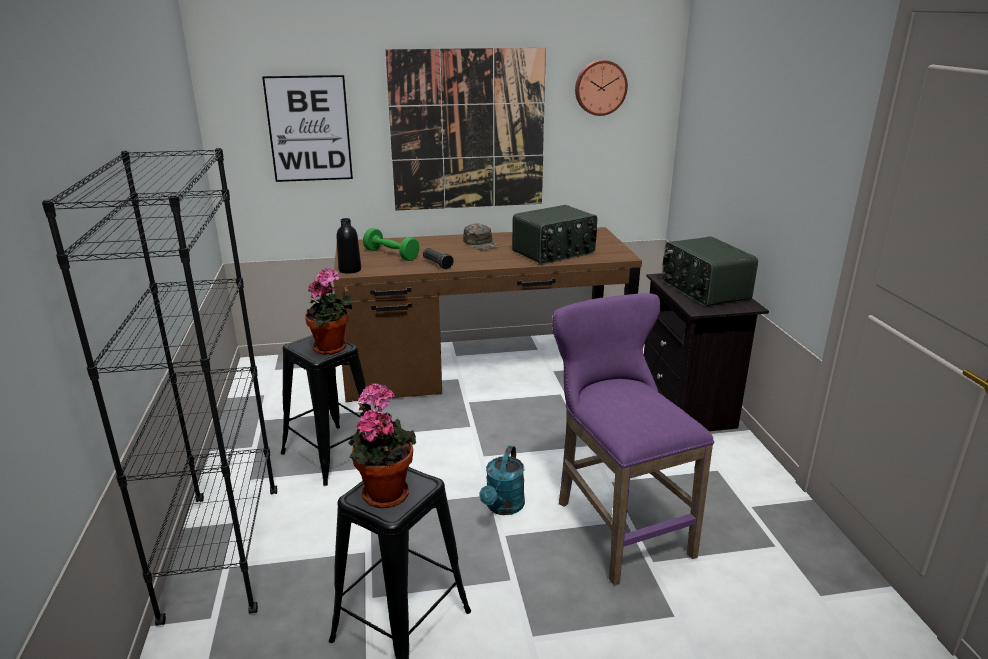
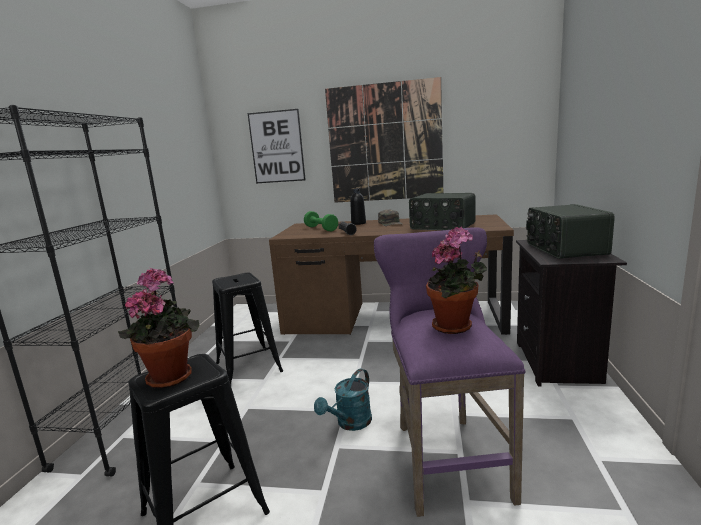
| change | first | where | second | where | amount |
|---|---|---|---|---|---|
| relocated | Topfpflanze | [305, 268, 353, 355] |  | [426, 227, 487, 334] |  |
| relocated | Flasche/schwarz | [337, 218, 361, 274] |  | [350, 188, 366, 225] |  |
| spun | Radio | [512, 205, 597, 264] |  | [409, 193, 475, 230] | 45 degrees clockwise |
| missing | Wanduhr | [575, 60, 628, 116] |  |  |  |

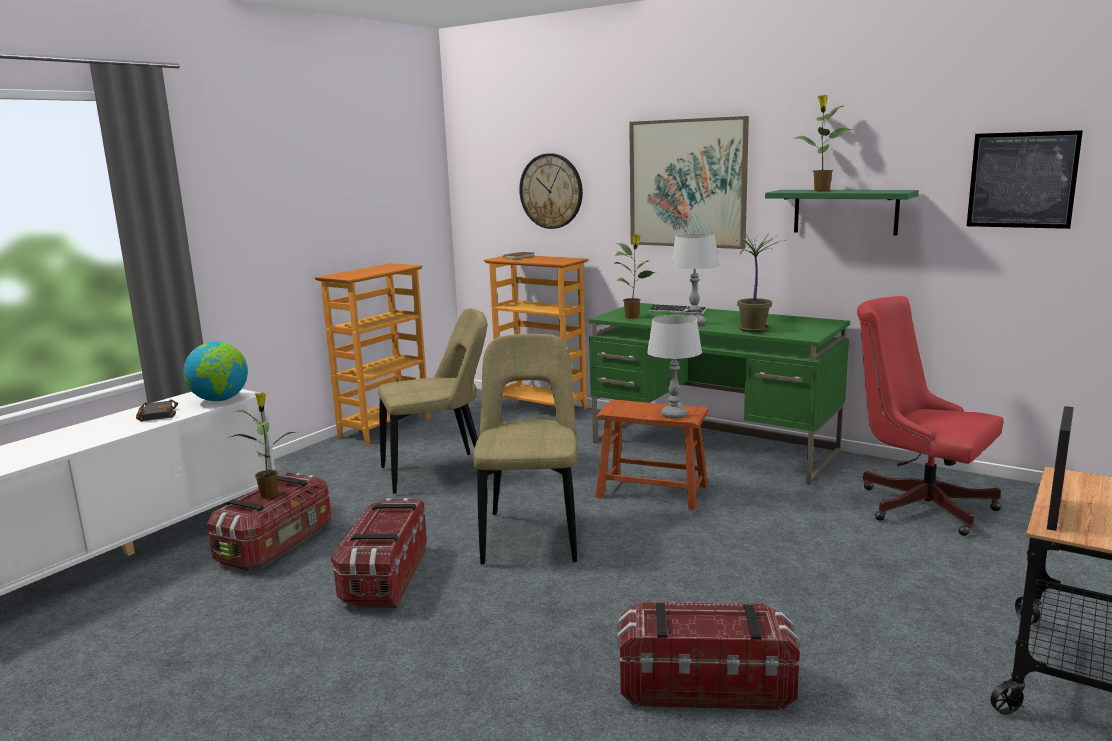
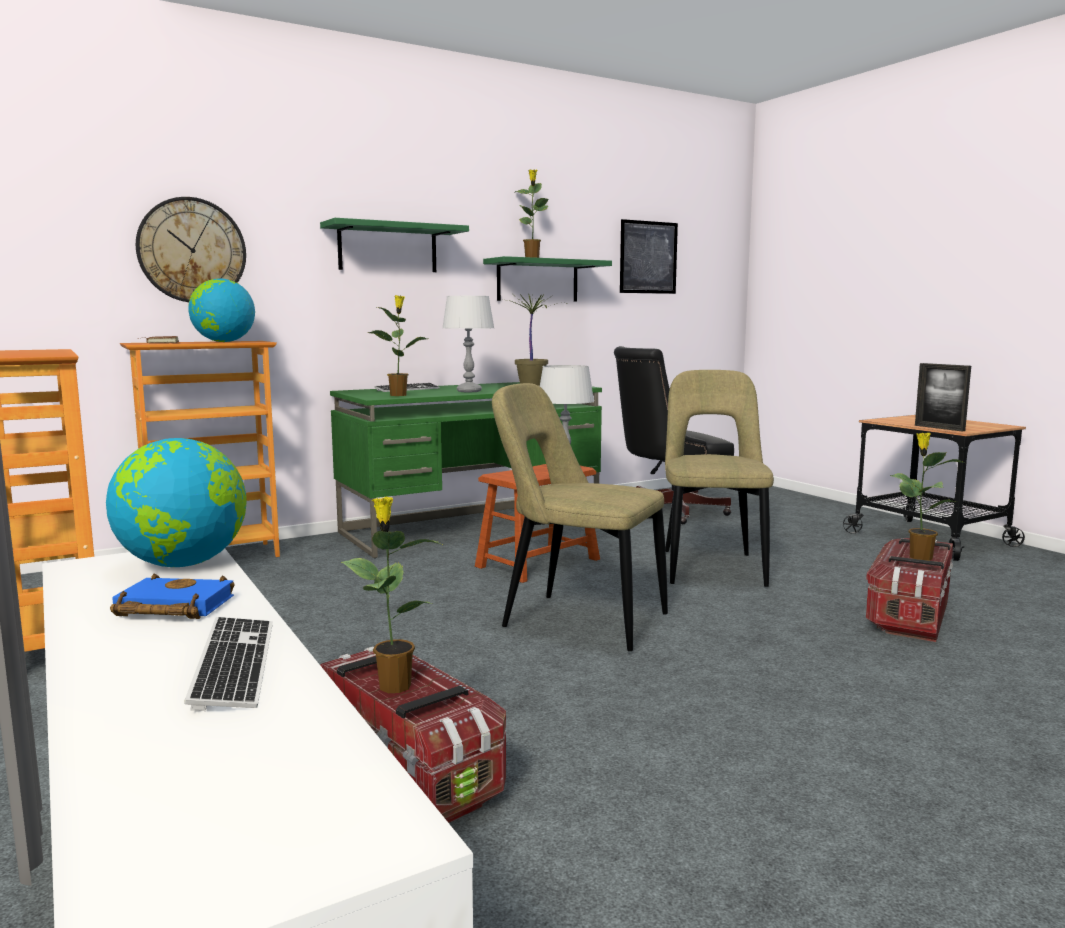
| change | first | where | second | where | amount |
|---|---|---|---|---|---|
| colour | Buch/schwarz | [136, 399, 178, 422] | Buch/blau | [110, 573, 235, 619] |  |
| missing | Aufbewahrungsbox | [331, 498, 427, 608] |  |  |  |
| relocated | Stuhl/beige | [378, 308, 488, 494] |  | [665, 370, 774, 587] |  |
| exchanged | Bild | [629, 116, 749, 249] | Wandregal/grün | [320, 218, 469, 272] |  |
| colour | Bürostuhl/rot | [857, 296, 1004, 536] | Bürostuhl/schwarz | [614, 346, 734, 524] |  |
| appeared |  |  | Tastatur | [184, 617, 273, 711] |  |
| appeared |  |  | Globus | [188, 279, 255, 342] |  |
| appeared |  |  | Topfpflanze | [890, 433, 964, 561] |  |

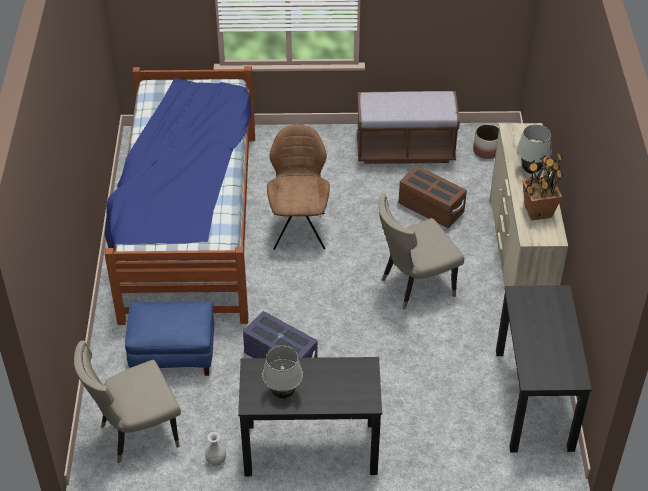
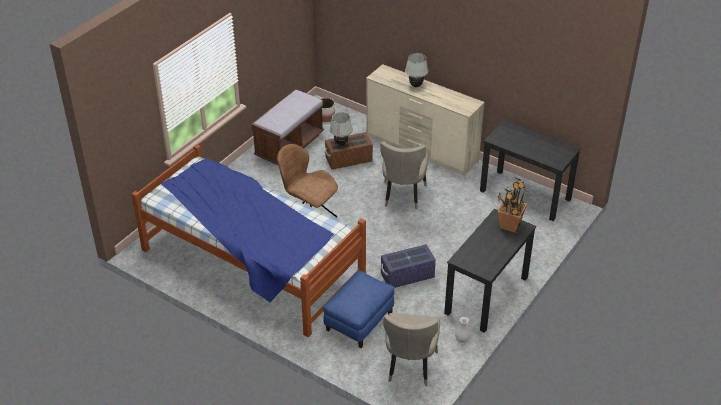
| change | first | where | second | where | amount |
|---|---|---|---|---|---|
| relocated | Tischlampe/weiß | [262, 346, 303, 399] |  | [330, 112, 353, 146] |  |
| relocated | Topfpflanze | [522, 153, 563, 221] |  | [497, 177, 527, 233] |  |

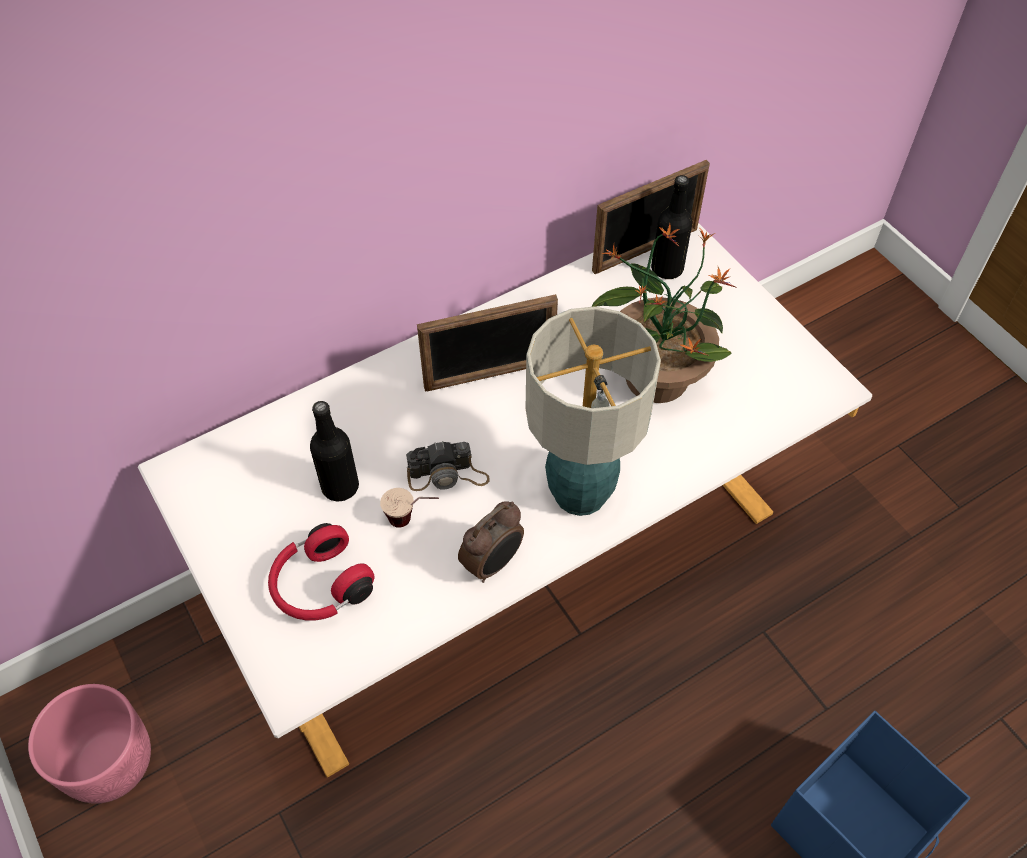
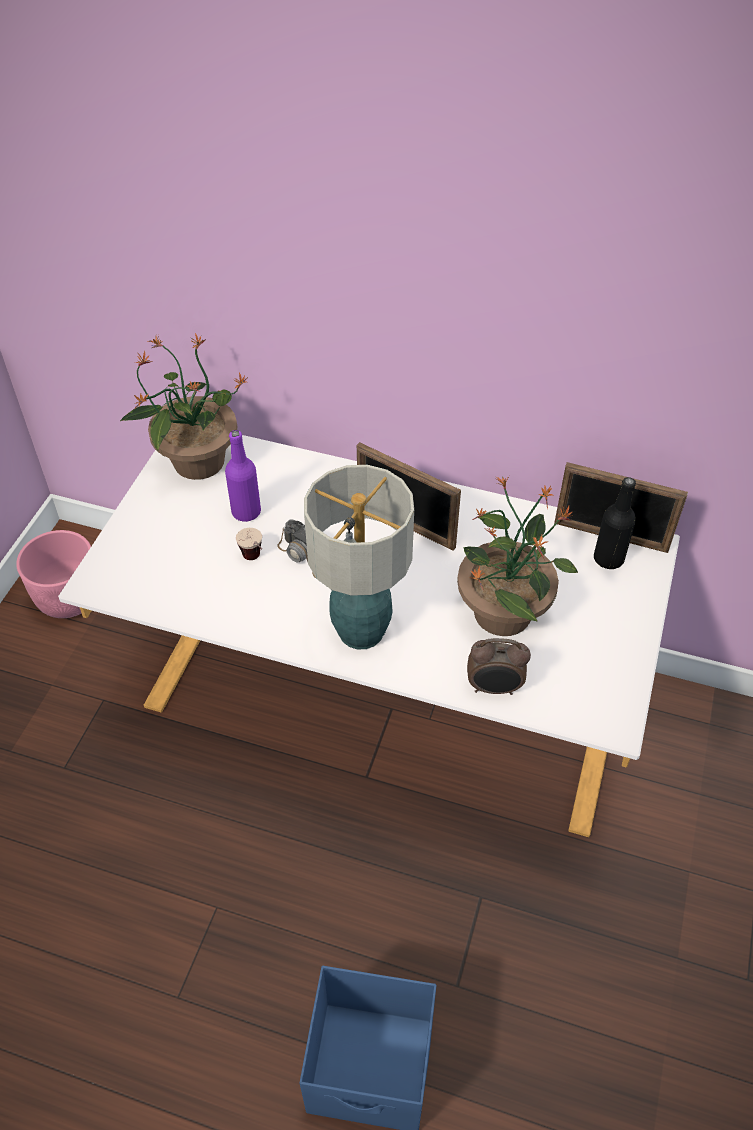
| change | first | where | second | where | amount |
|---|---|---|---|---|---|
| missing | Kopfhörer/rot | [268, 523, 374, 621] |  |  |  |
| colour | Flasche/schwarz | [310, 401, 359, 501] | Flasche/lila | [225, 430, 261, 522] |  |
| relocated | Wecker | [458, 501, 524, 583] |  | [467, 638, 531, 695] |  |
| appeared |  |  | Topfpflanze | [120, 333, 248, 480] |  |

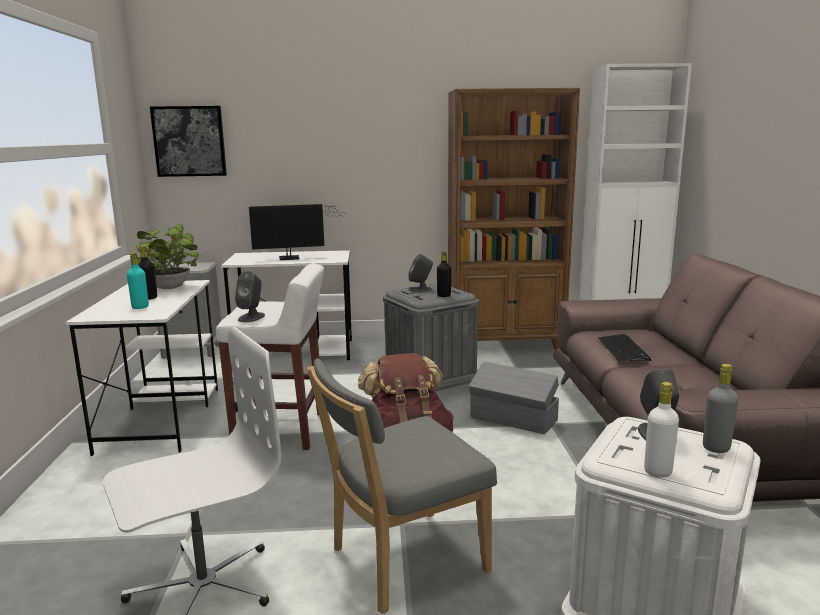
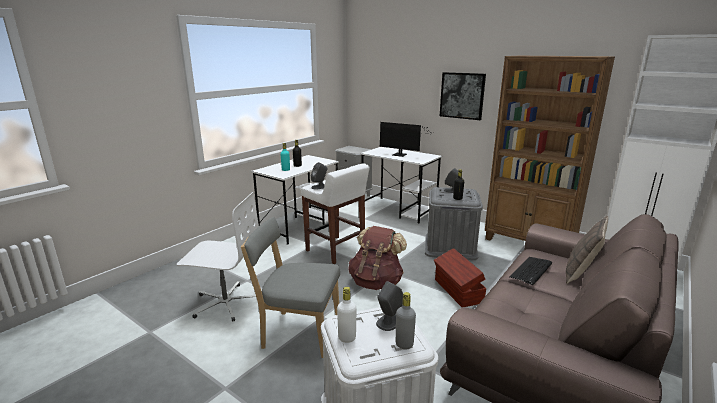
| change | first | where | second | where | amount |
|---|---|---|---|---|---|
| missing | Topfpflanze | [136, 223, 203, 289] |  |  |  |
| relocated | Bild | [150, 106, 227, 177] |  | [440, 72, 486, 120] |  |
| colour | Aufbewahrungsbox/grau | [469, 362, 559, 435] | Aufbewahrungsbox/braun | [434, 248, 486, 307] |  |
| appeared |  |  | Kissen | [566, 216, 608, 284] |  |

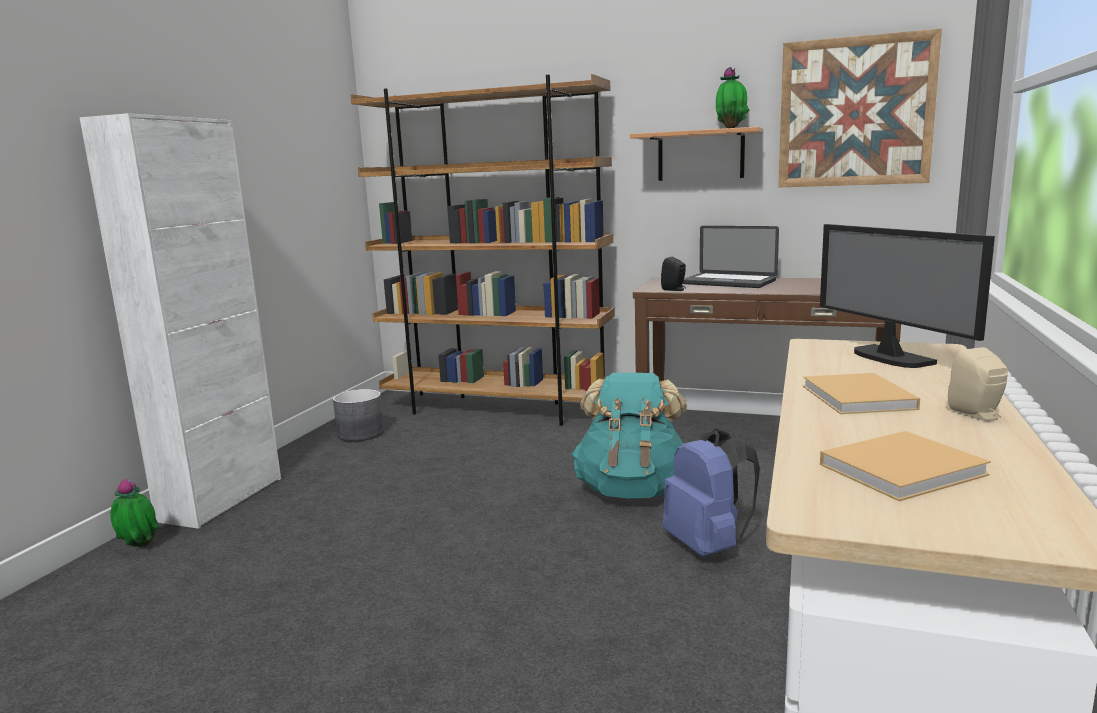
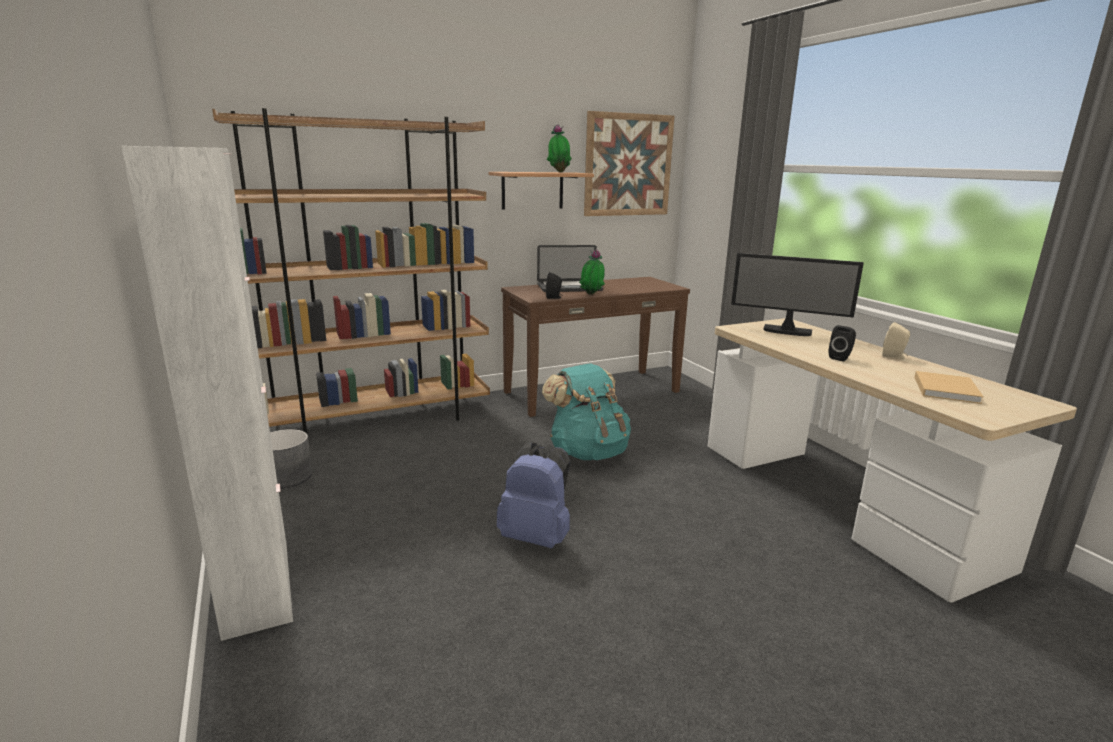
| change | first | where | second | where | amount |
|---|---|---|---|---|---|
| relocated | Topfpflanze | [110, 478, 159, 547] |  | [579, 249, 605, 295] |  |
| relocated | Rucksack/blau | [663, 428, 760, 557] |  | [497, 442, 571, 548] |  |
| exchanged | Buch/beige | [803, 373, 920, 414] | Lautsprecher/schwarz | [829, 325, 856, 362] |  |

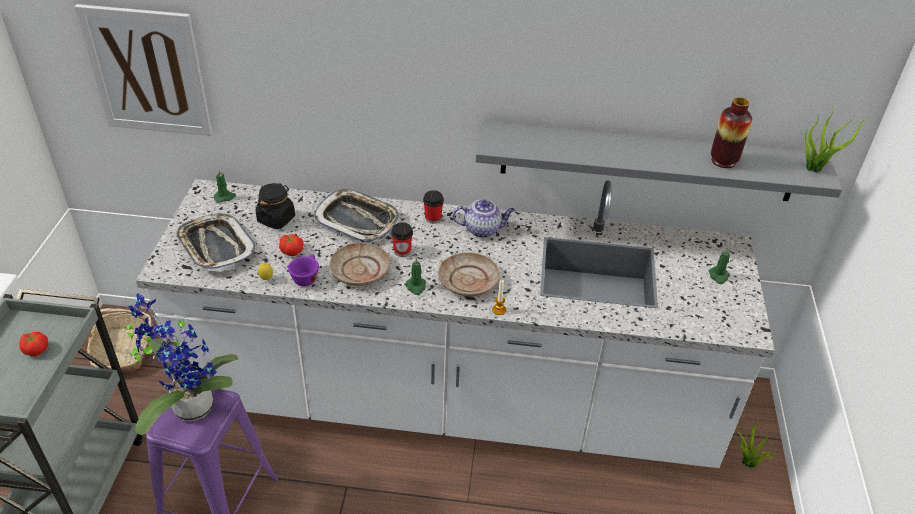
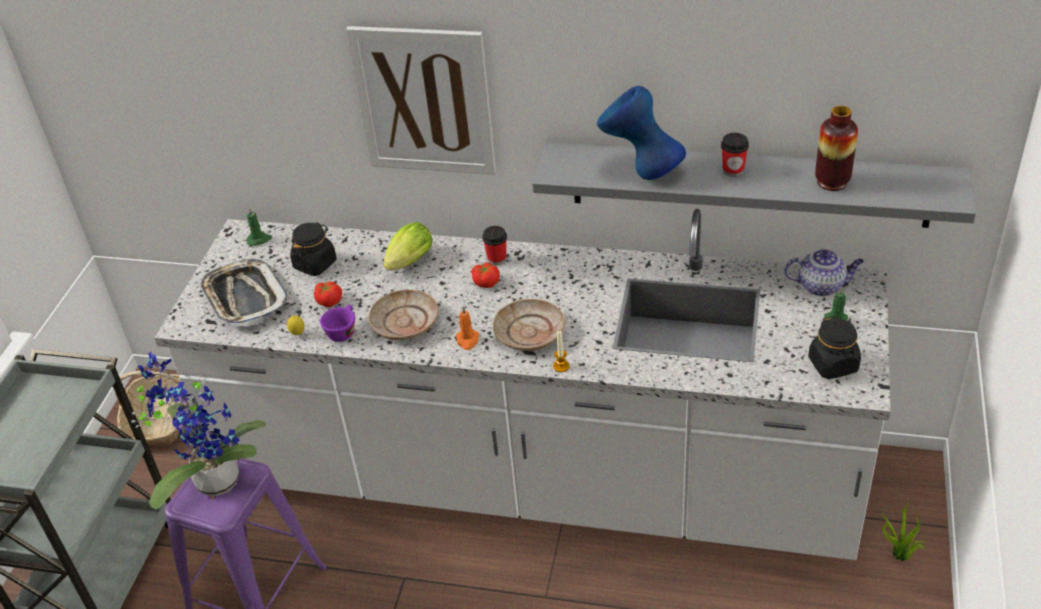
| change | first | where | second | where | amount |
|---|---|---|---|---|---|
| relocated | Tomate | [19, 332, 48, 356] |  | [472, 263, 500, 288] |  |
| relocated | Bild | [75, 4, 212, 136] |  | [346, 26, 496, 175] |  |
| exchanged | Tablett | [313, 189, 399, 243] | Salatkopf | [383, 222, 433, 271] |  |
| relocated | Tasse | [391, 222, 413, 257] |  | [721, 133, 749, 177] |  |
| colour | Kerze/grün | [406, 257, 426, 295] | Kerze/orange | [456, 306, 479, 350] |  |
| relocated | Teekanne | [452, 199, 515, 238] |  | [784, 249, 864, 296] |  |
| missing | Topfpflanze | [805, 104, 872, 173] |  |  |  |
| appeared |  |  | Vase/blau | [597, 86, 686, 180] |  |
| appeared |  |  | Vorratsglas/schwarz | [808, 316, 861, 379] |  |

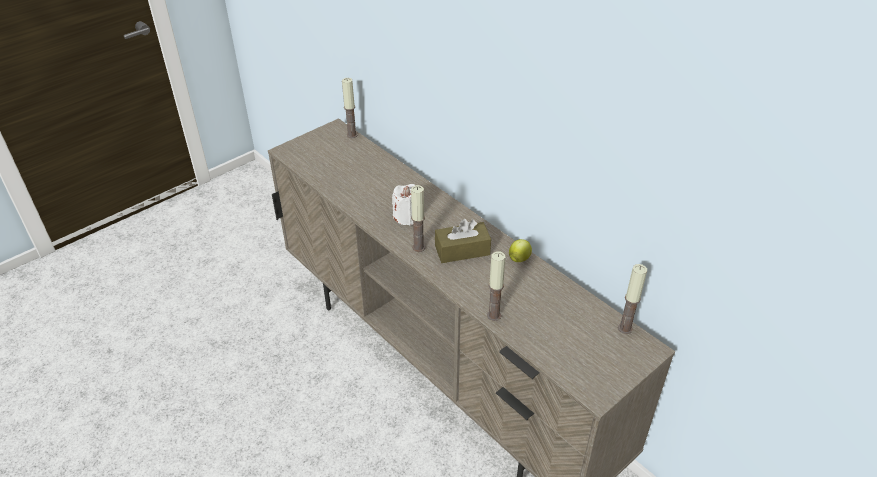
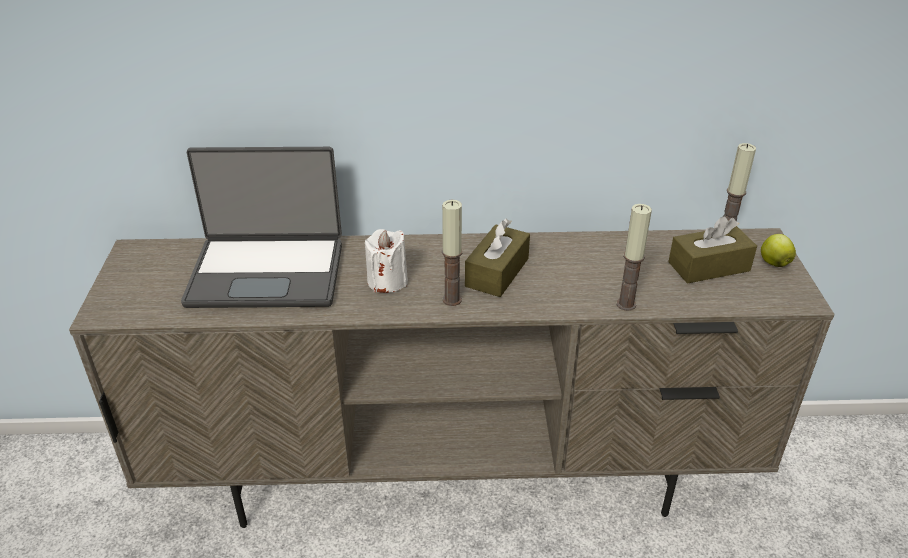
| change | first | where | second | where | amount |
|---|---|---|---|---|---|
| missing | Kerze | [342, 78, 358, 138] |  |  |  |
| relocated | Apfel | [509, 239, 532, 262] |  | [761, 234, 796, 267] |  |
| appeared |  |  | Laptop | [181, 147, 342, 308] |  |
| appeared |  |  | Taschentuchbox/braun | [668, 216, 757, 284] |  |

